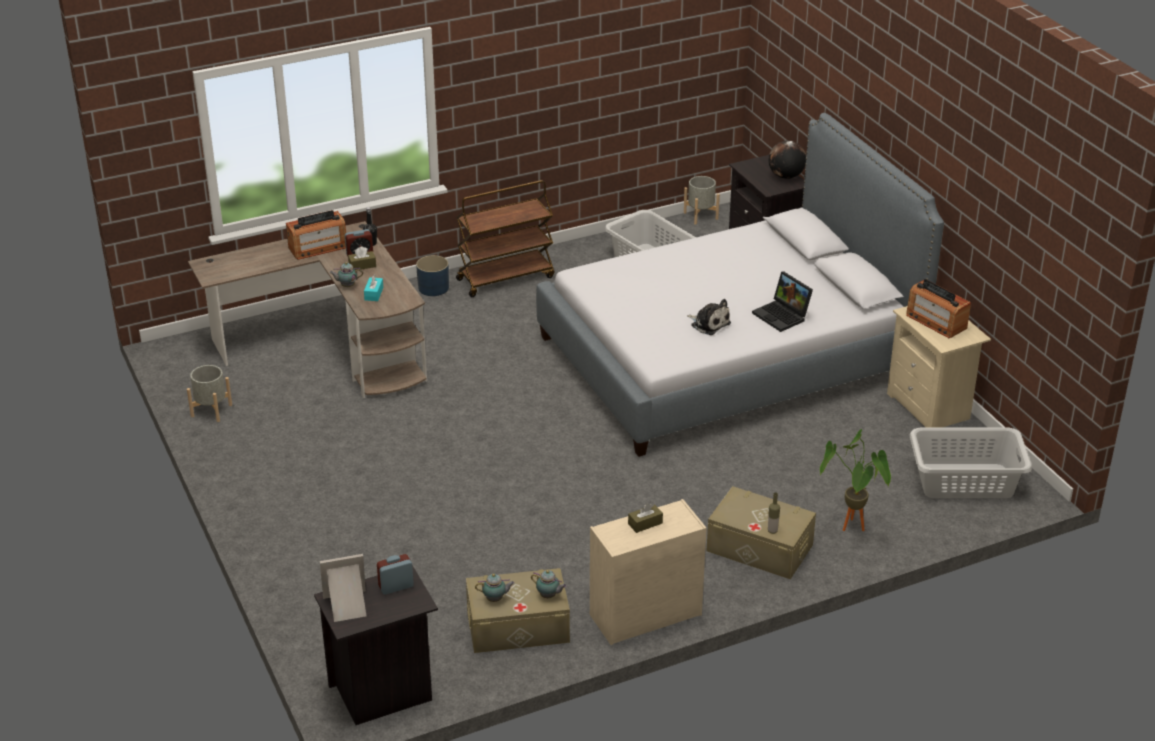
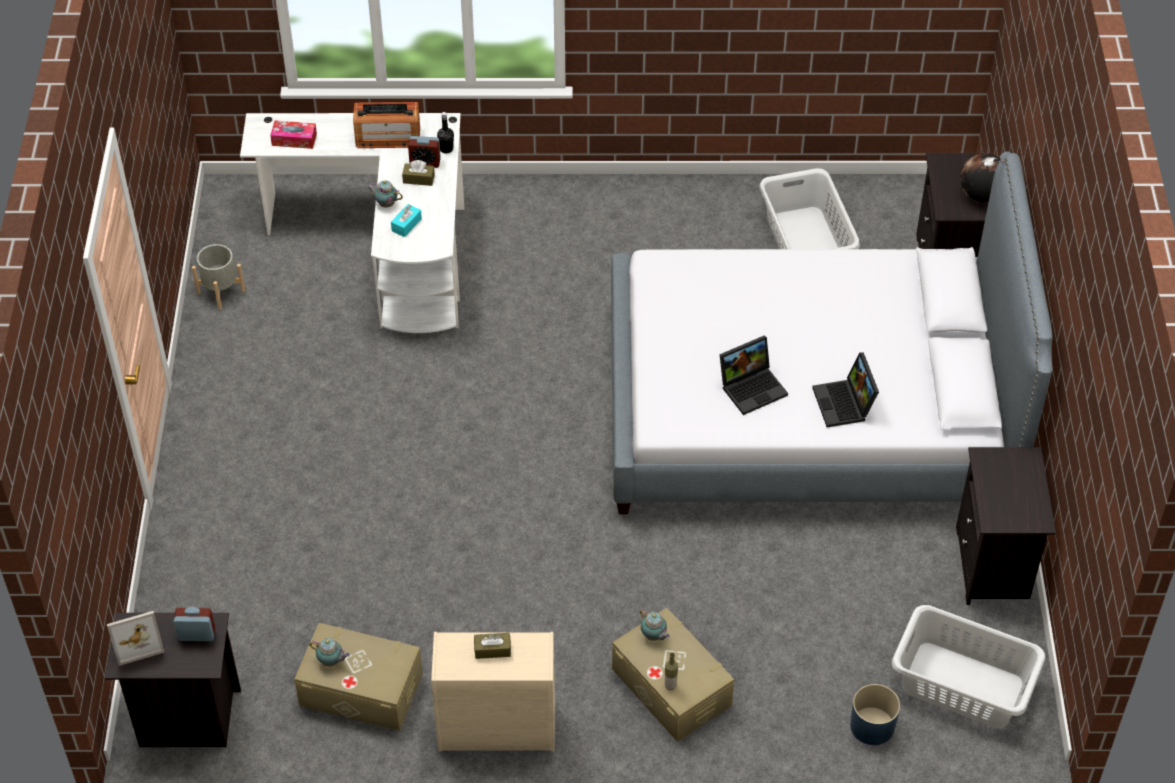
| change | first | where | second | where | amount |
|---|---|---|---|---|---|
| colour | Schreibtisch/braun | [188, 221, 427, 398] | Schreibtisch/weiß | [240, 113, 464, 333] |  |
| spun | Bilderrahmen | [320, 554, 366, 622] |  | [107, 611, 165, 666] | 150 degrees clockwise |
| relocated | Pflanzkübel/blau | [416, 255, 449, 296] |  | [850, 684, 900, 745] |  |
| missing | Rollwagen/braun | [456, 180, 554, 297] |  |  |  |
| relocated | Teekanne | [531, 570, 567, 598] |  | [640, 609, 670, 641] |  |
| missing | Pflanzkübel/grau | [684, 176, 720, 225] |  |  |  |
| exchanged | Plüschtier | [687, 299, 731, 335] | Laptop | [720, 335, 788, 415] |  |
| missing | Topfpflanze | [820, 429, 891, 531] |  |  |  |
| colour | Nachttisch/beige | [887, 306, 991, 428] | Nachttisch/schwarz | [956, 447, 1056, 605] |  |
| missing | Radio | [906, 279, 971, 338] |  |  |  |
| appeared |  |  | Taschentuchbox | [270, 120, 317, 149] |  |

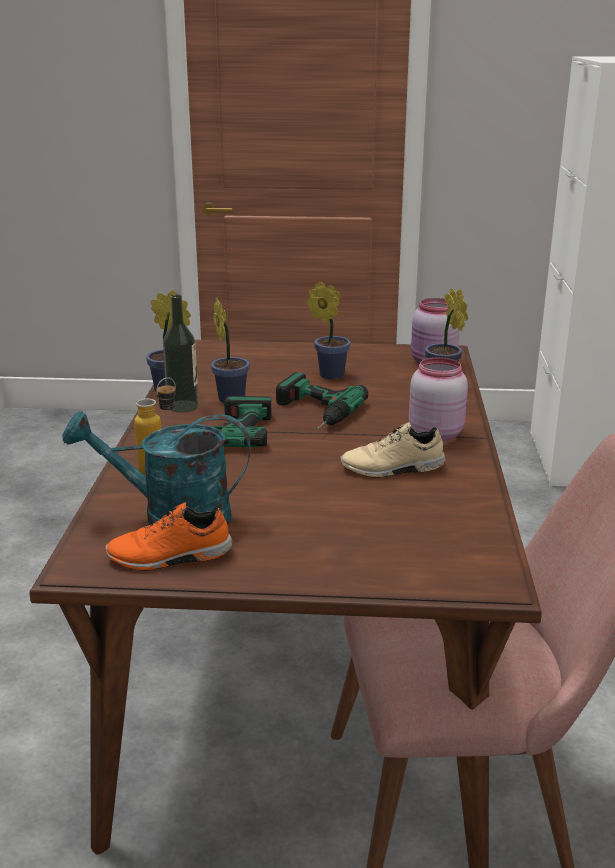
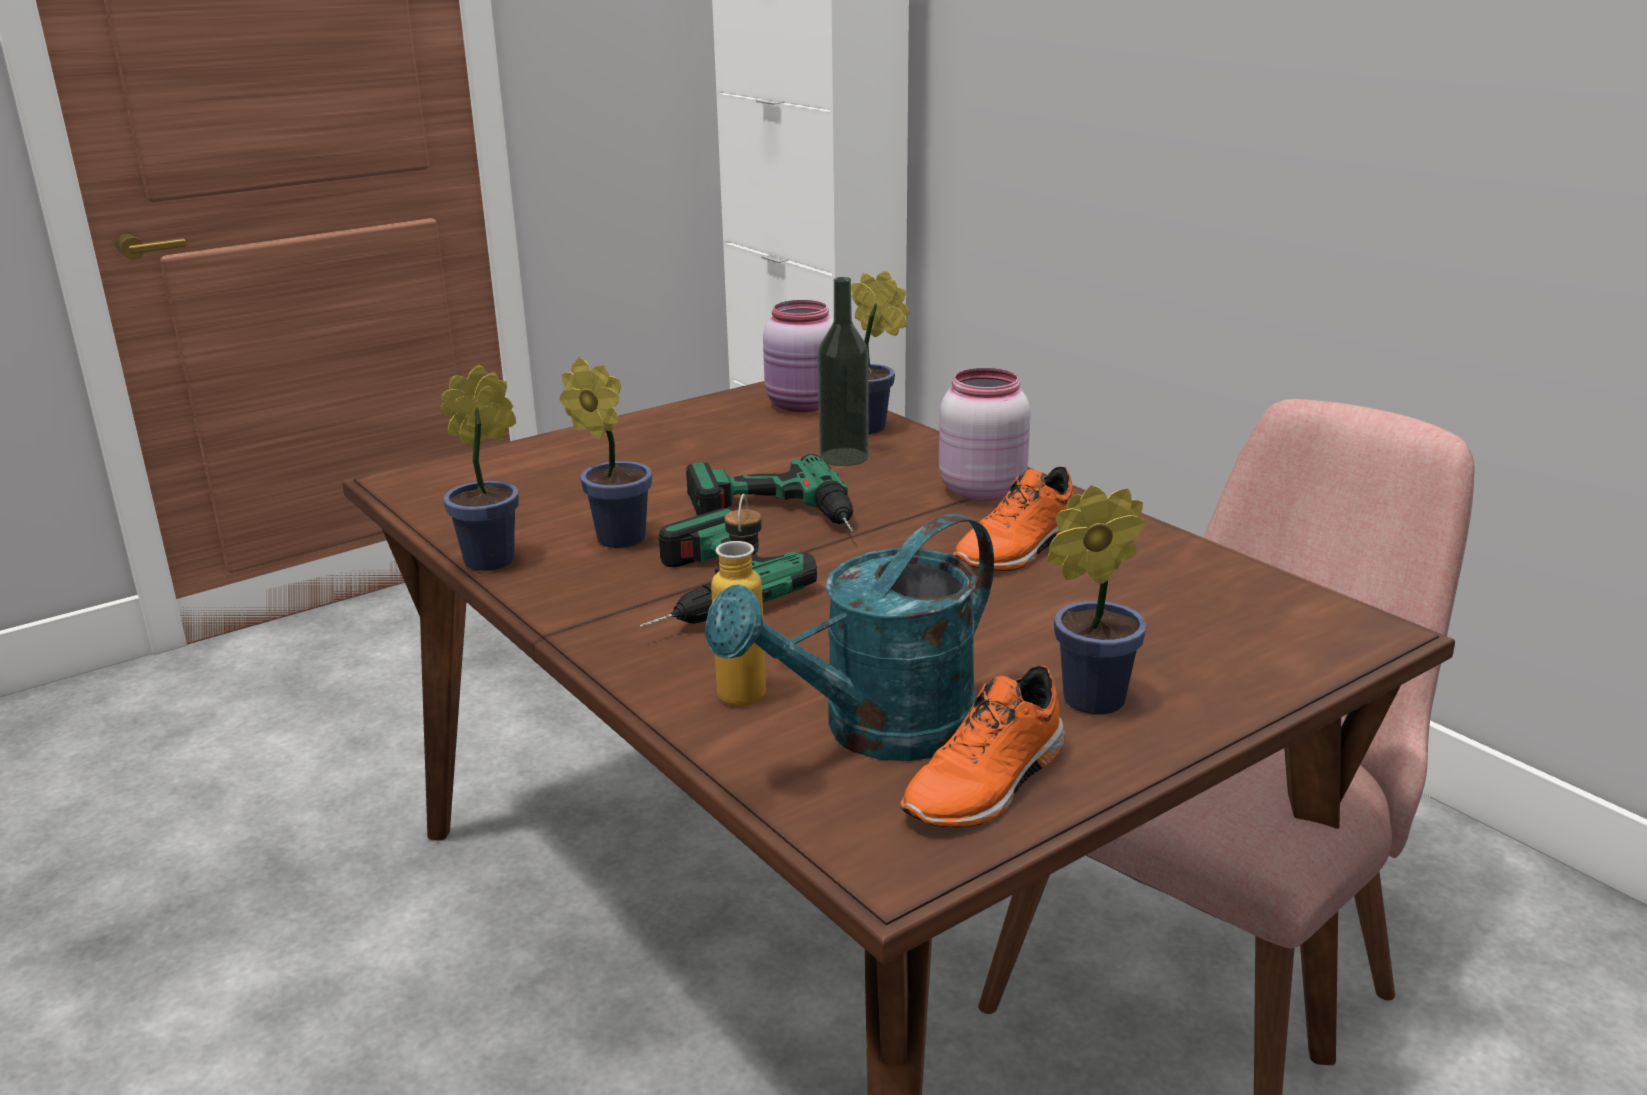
| change | first | where | second | where | amount |
|---|---|---|---|---|---|
| relocated | Flasche | [163, 294, 199, 413] |  | [818, 277, 869, 466] |  |
| relocated | Topfpflanze | [307, 281, 350, 379] |  | [1047, 485, 1147, 714] |  |
| colour | Schuh/beige | [340, 422, 445, 478] | Schuh/orange | [953, 466, 1074, 571] |  |

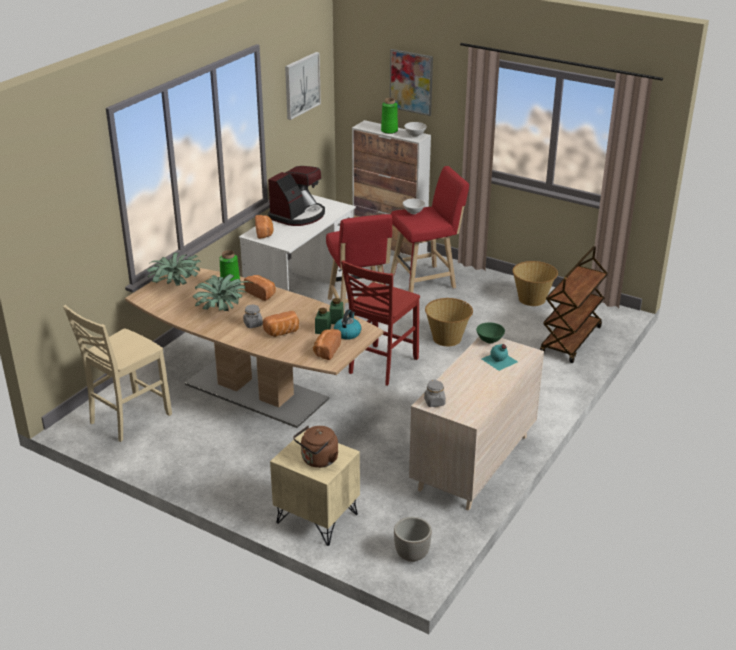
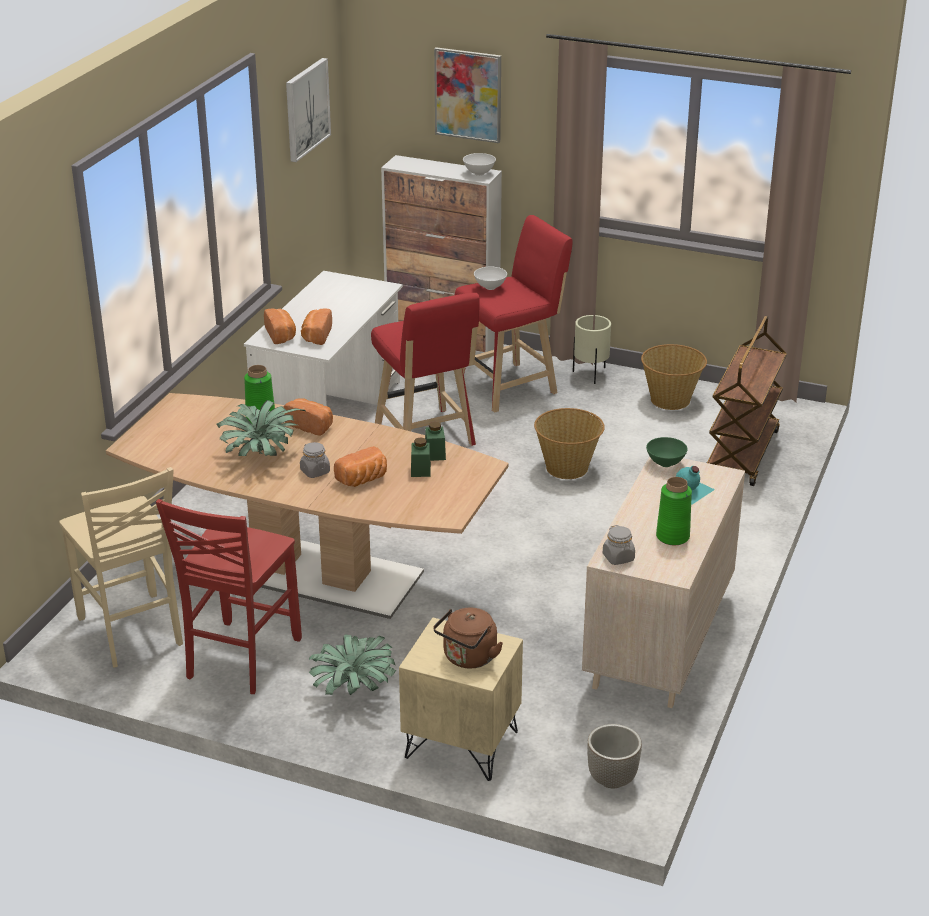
| change | first | where | second | where | amount |
|---|---|---|---|---|---|
| spun | Stuhl/beige | [63, 305, 172, 442] |  | [59, 467, 183, 667] | 60 degrees counterclockwise |
| relocated | Topfpflanze | [147, 253, 201, 286] |  | [309, 635, 397, 695] |  |
| missing | Kaffeemaschine | [268, 166, 325, 226] |  |  |  |
| relocated | Brot | [313, 329, 341, 360] |  | [301, 308, 332, 345] |  |
| missing | Wasserkessel | [334, 310, 361, 339] |  |  |  |
| relocated | Stuhl/rot | [341, 260, 420, 386] |  | [156, 499, 302, 694] |  |
| relocated | Vase/grün | [381, 98, 398, 134] |  | [656, 477, 692, 545] |  |
| appeared |  |  | Pflanzkübel/beige | [573, 315, 611, 384] |  |

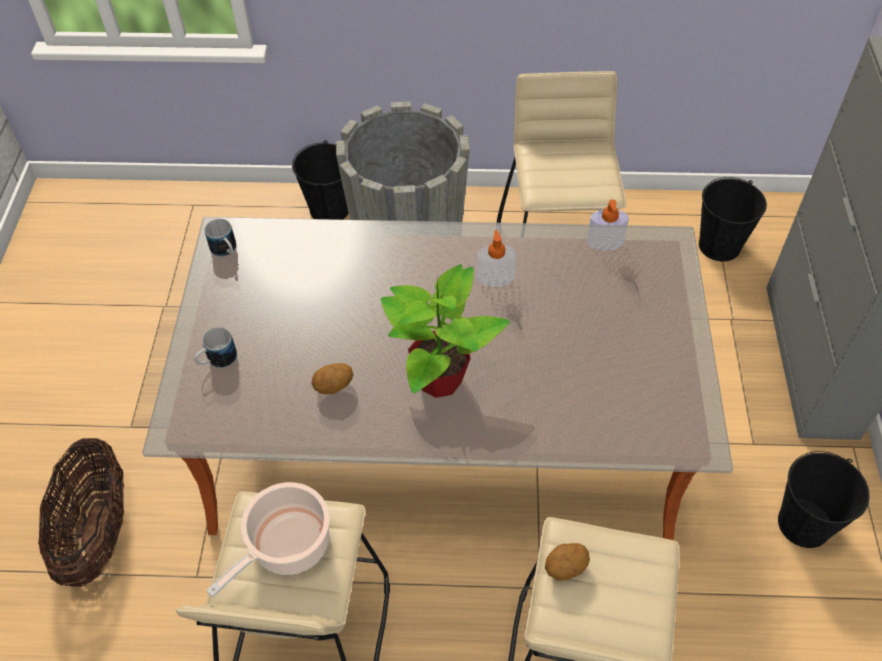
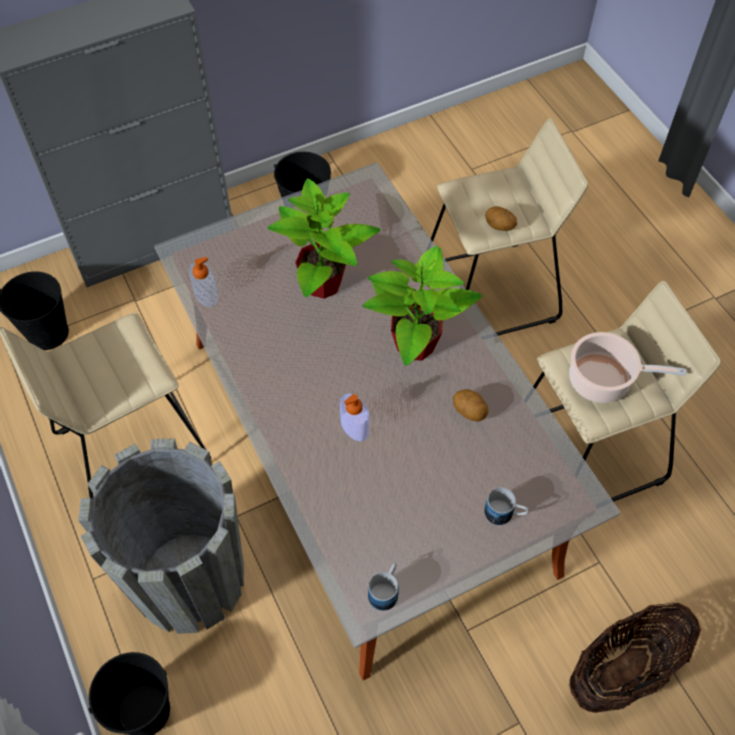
| change | first | where | second | where | amount |
|---|---|---|---|---|---|
| relocated | Seifenspender | [476, 230, 516, 287] |  | [340, 393, 369, 441] |  |
| appeared |  |  | Topfpflanze | [267, 178, 381, 299] |  |

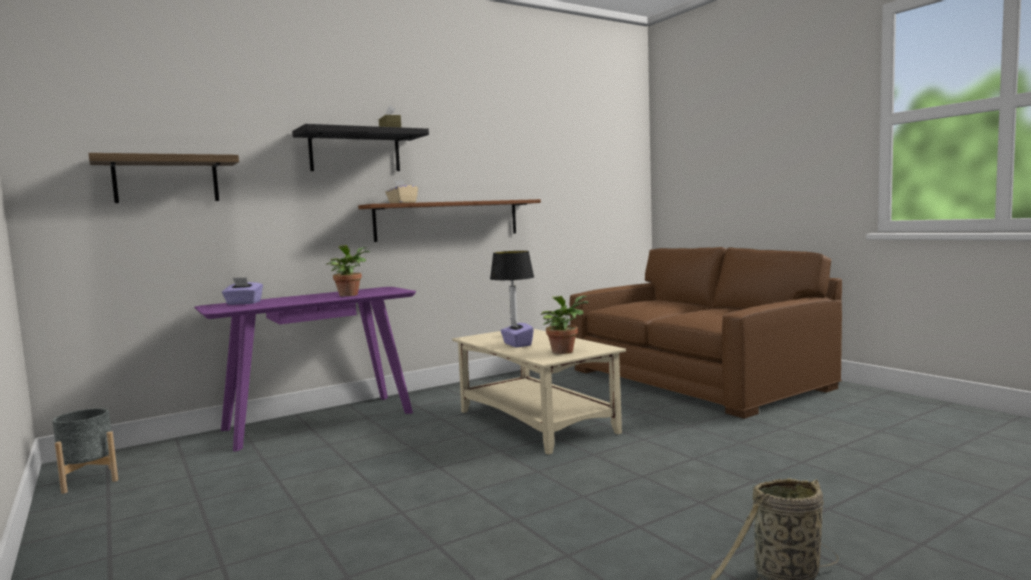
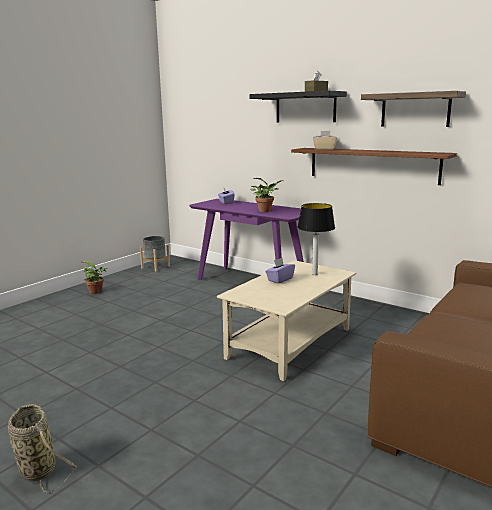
| change | first | where | second | where | amount |
|---|---|---|---|---|---|
| relocated | Wandregal | [88, 153, 239, 203] |  | [361, 91, 466, 127] |  |
| relocated | Topfpflanze | [541, 296, 588, 354] |  | [82, 261, 107, 294] |  |

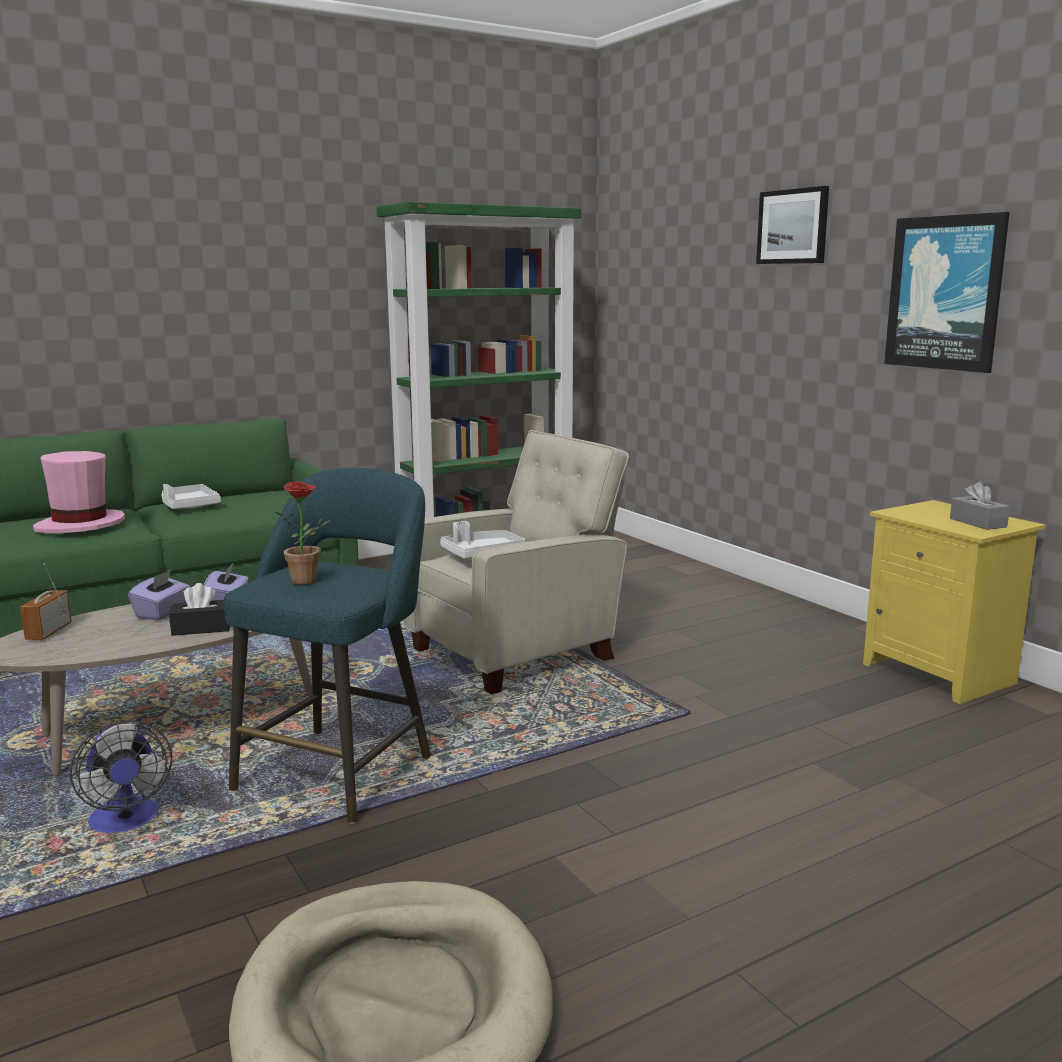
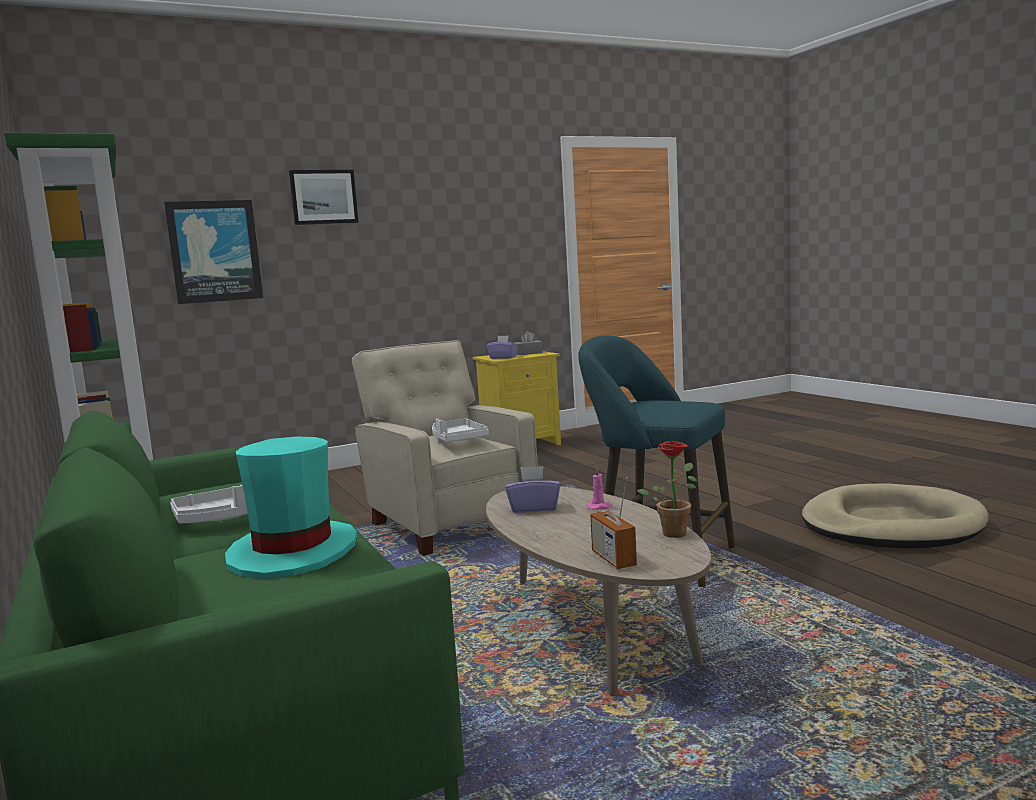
| change | first | where | second | where | amount |
|---|---|---|---|---|---|
| spun | Radio | [20, 563, 72, 640] |  | [590, 477, 637, 569] | 60 degrees clockwise |
| colour | Hut/rosa | [33, 451, 125, 533] | Hut/türkis | [225, 436, 357, 579] |  |
| missing | Ventilator | [70, 720, 172, 833] |  |  |  |
| relocated | Taschentuchbox/lila | [128, 570, 190, 620] |  | [486, 335, 518, 359] |  |
| exchanged | Taschentuchbox/schwarz | [169, 583, 230, 636] | Kerze/rosa | [587, 468, 613, 510] |  |
| relocated | Topfpflanze | [275, 481, 329, 585] |  | [637, 441, 697, 538] |  |
| relocated | Bild | [884, 212, 1010, 373] |  | [164, 200, 263, 304] |  |

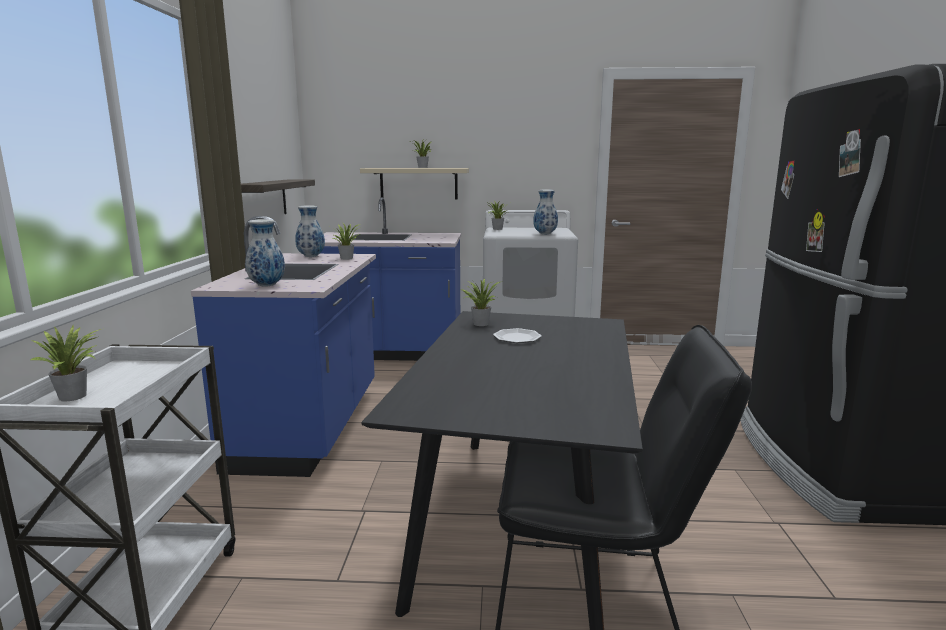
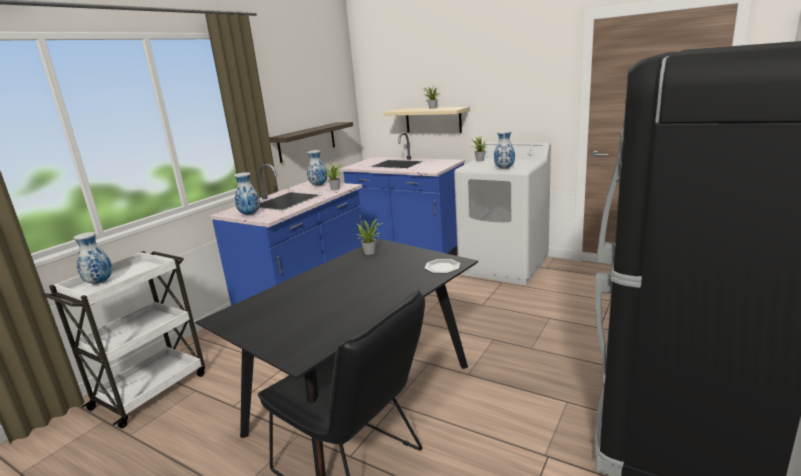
| change | first | where | second | where | amount |
|---|---|---|---|---|---|
| exchanged | Topfpflanze | [29, 325, 101, 401] | Vase | [73, 232, 112, 285] |  |
| relocated | Teller | [493, 328, 542, 343] |  | [425, 259, 460, 273] |  |

